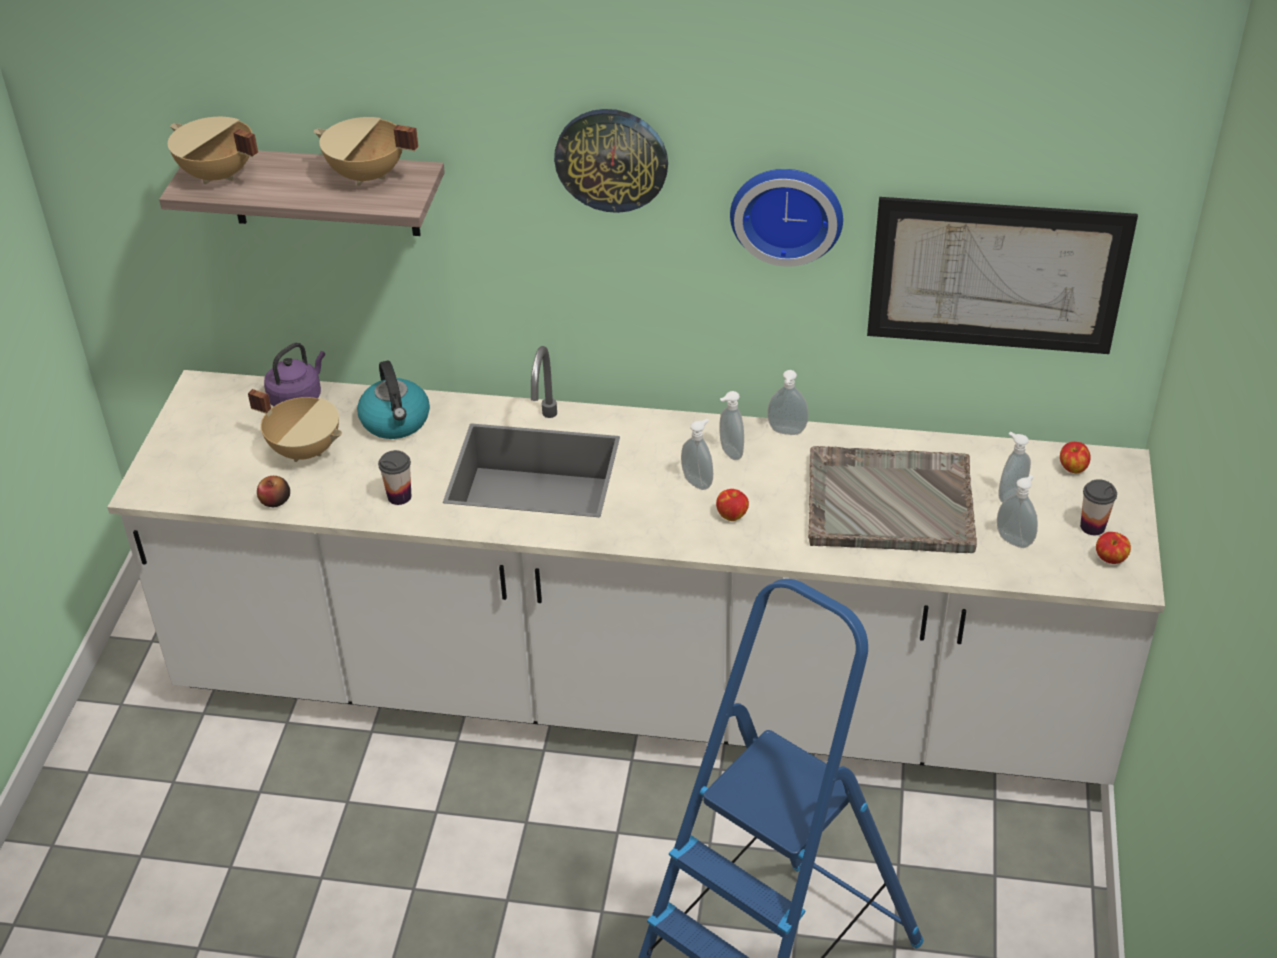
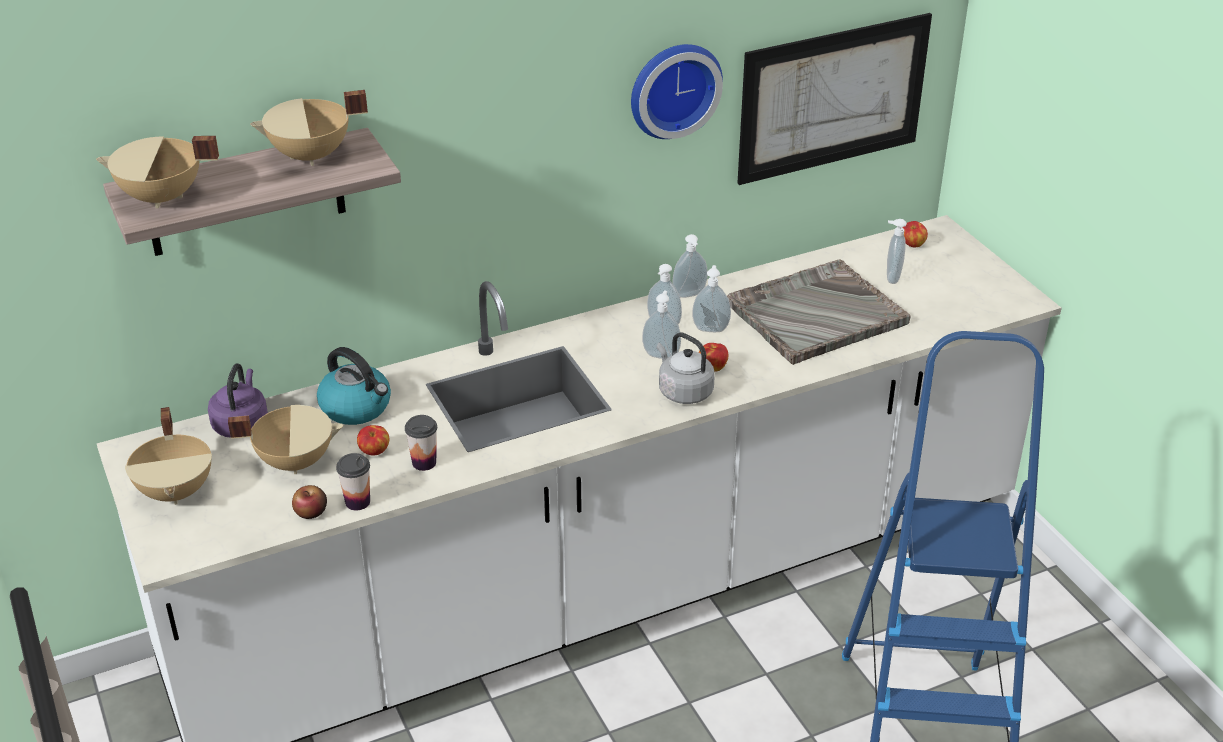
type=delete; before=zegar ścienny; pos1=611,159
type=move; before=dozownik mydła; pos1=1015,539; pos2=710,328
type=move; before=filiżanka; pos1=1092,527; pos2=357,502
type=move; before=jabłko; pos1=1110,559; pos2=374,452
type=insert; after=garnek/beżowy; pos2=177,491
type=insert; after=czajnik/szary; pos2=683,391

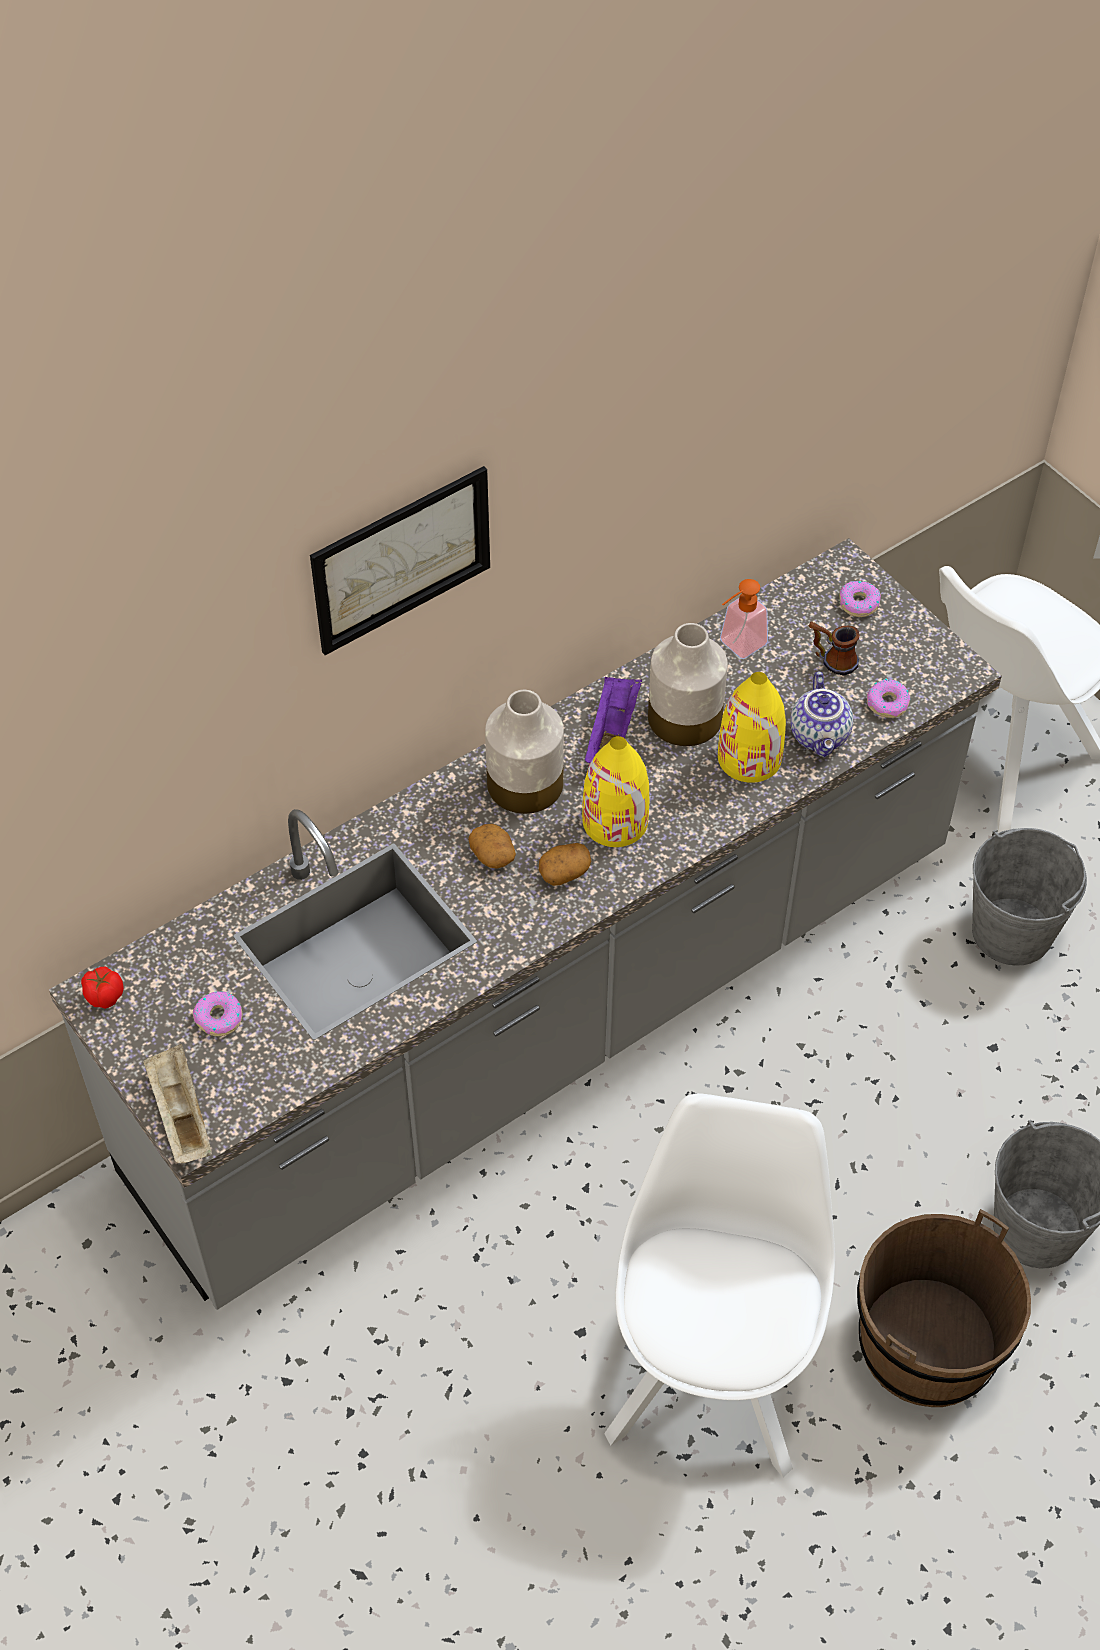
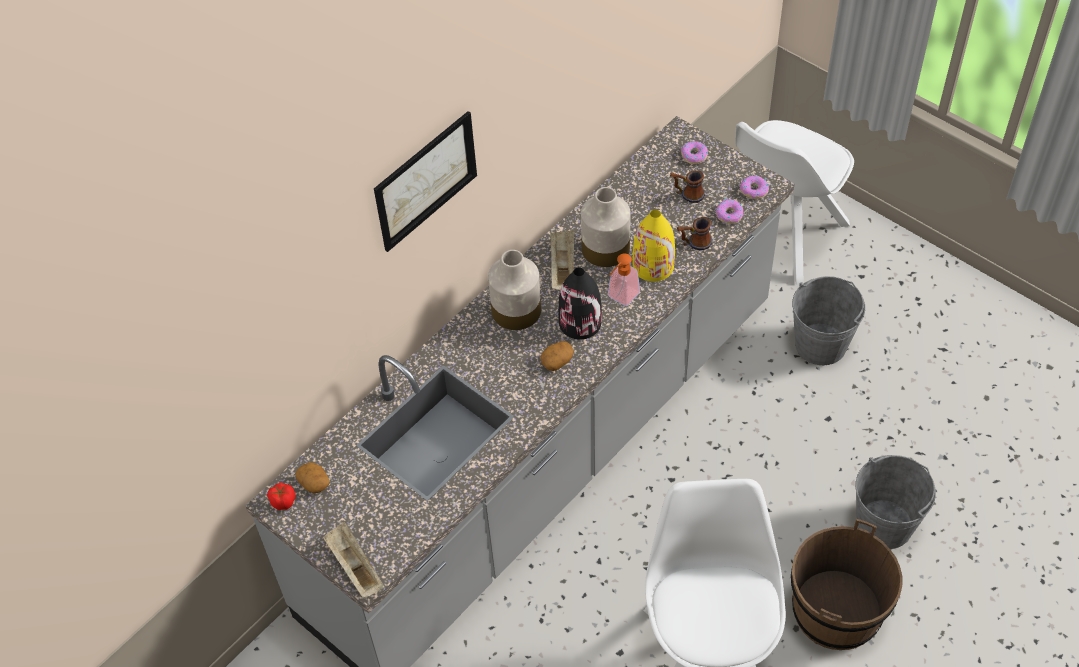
type=move; before=donut; pos1=219,1018; pos2=754,190
type=move; before=ziemniak; pos1=493,855; pos2=314,483
type=recolor; before=wazon/żółty; after=wazon/czarny; pos1=615,821; pos2=580,323
type=recolor; before=taca/fioletowy; after=taca/beżowy; pos1=611,733; pos2=562,267
type=move; before=dozownik mydła; pos1=737,646; pos2=620,298
type=replace; before=imbryk; after=kubek; pos1=821,736; pos2=693,243

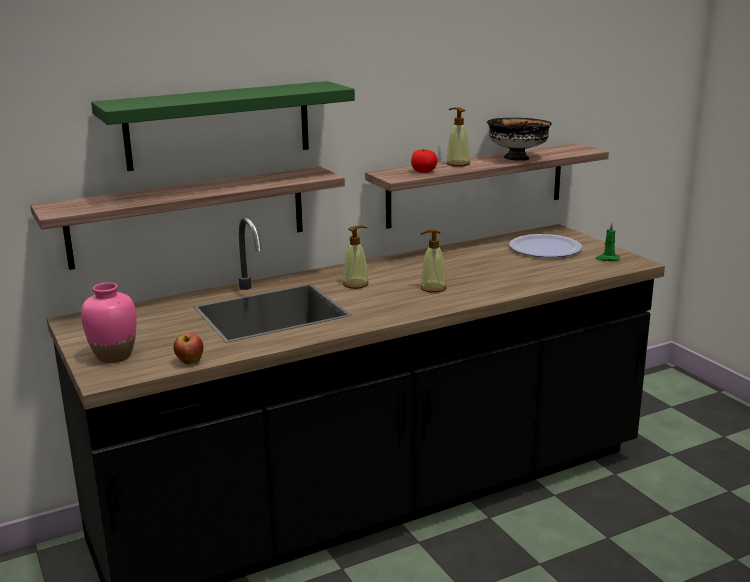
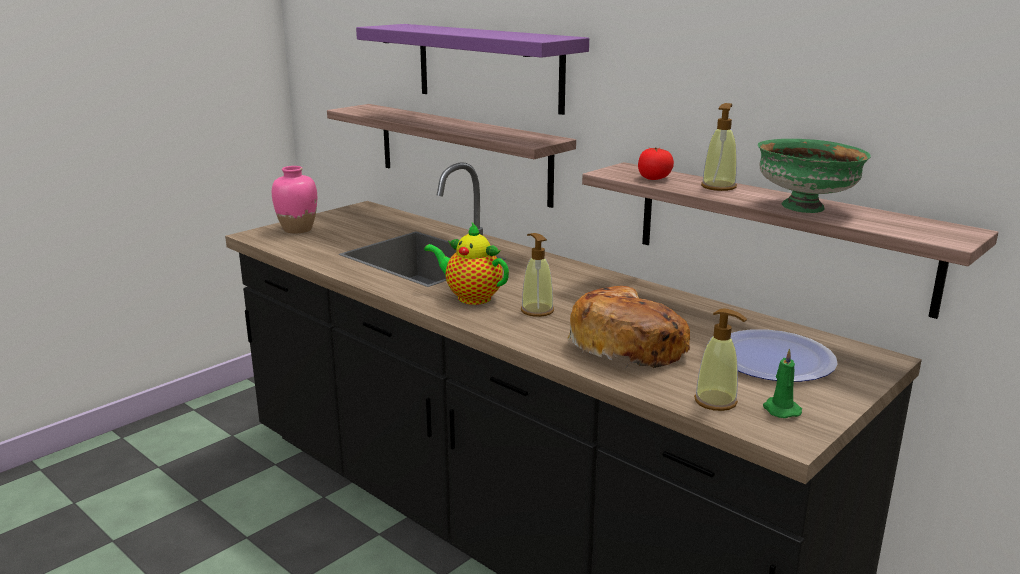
type=recolor; before=półka/zielony; after=półka/fioletowy; pos1=219,125; pos2=488,67
type=delete; before=jabłko; pos1=190,362
type=move; before=dozownik mydła; pos1=356,284; pos2=716,401
type=recolor; before=miska/czarny; after=miska/zielony; pos1=516,158; pos2=805,207
type=insert; after=imbryk; pos2=470,297
type=insert; after=chleb; pos2=628,346

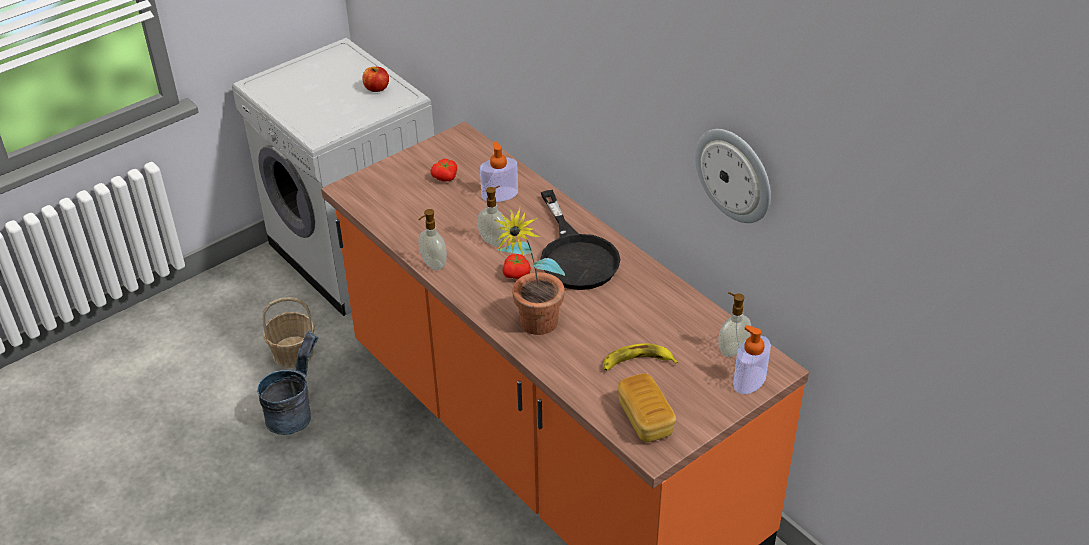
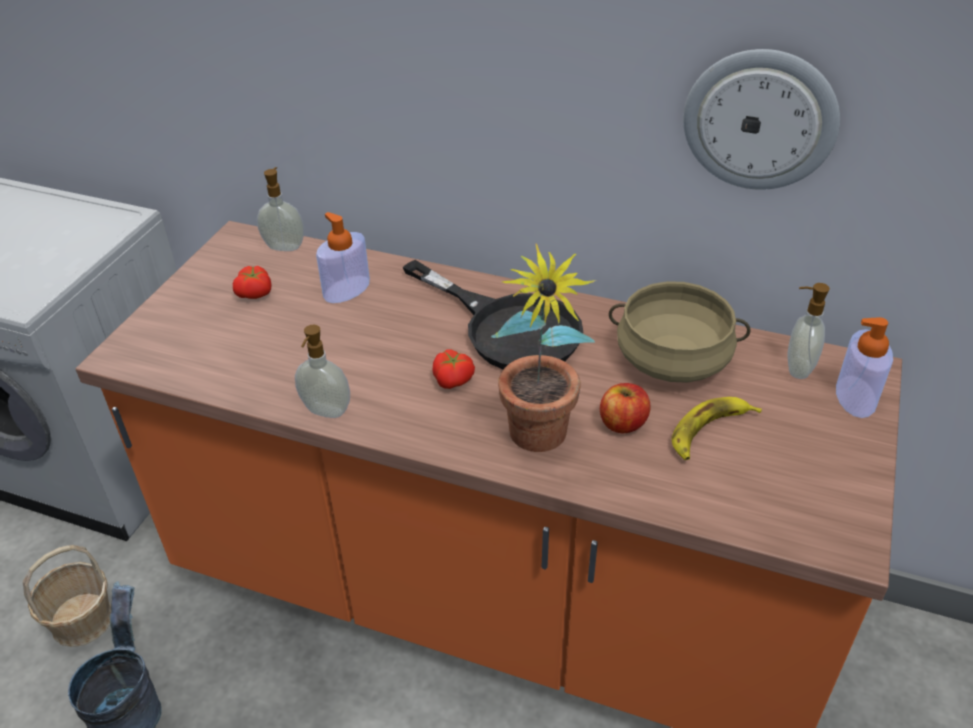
type=move; before=jabłko; pos1=376,88; pos2=622,423
type=move; before=dozownik mydła; pos1=494,241; pos2=285,246
type=delete; before=chleb; pos1=645,419
type=insert; after=garnek/beżowy; pos2=673,359

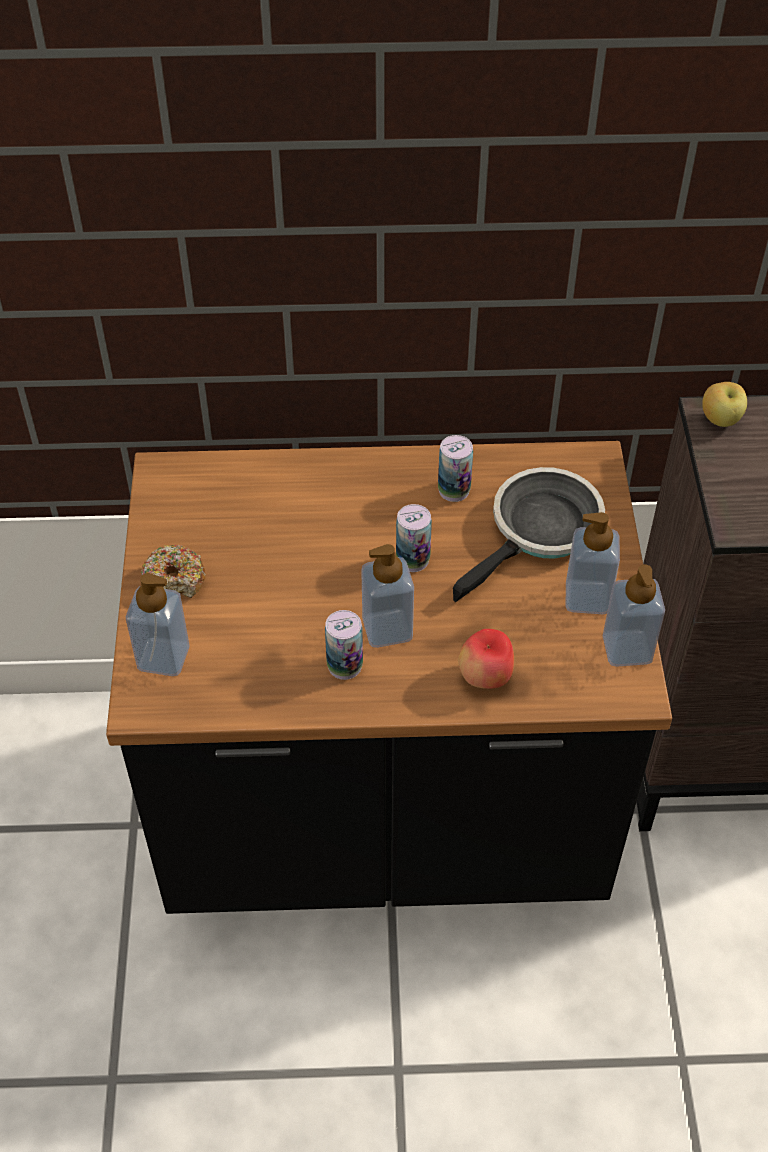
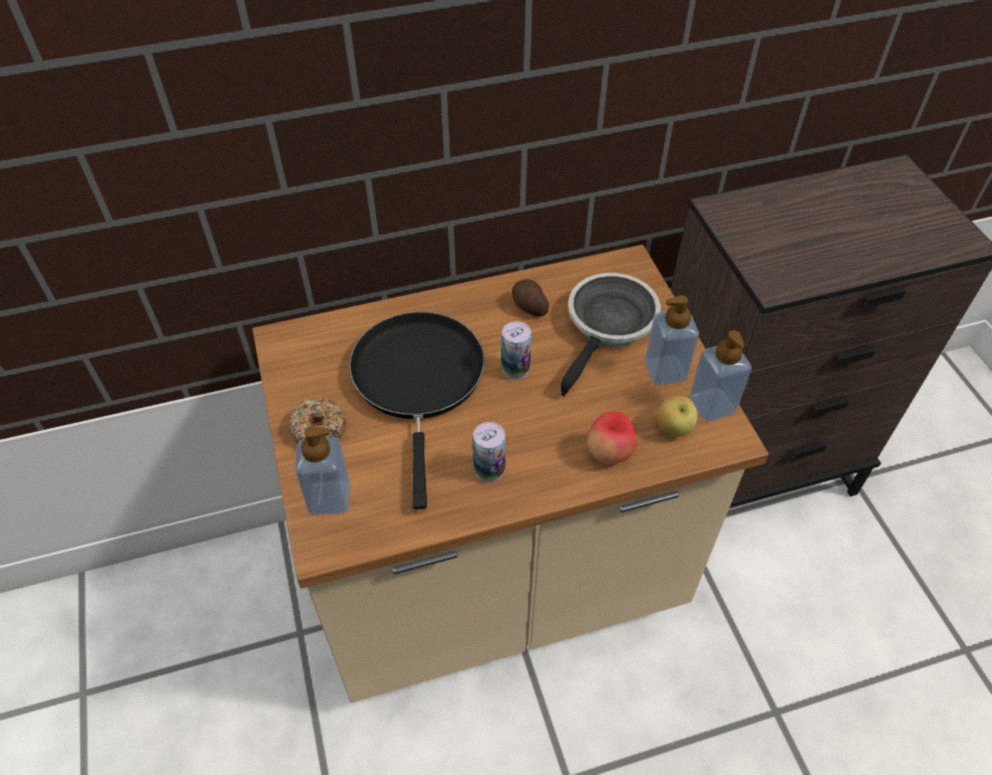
type=recolor; before=zabudowa kuchenna/czarny; after=zabudowa kuchenna/beżowy; pos1=384,813; pos2=496,575
type=delete; before=dozownik mydła; pos1=387,629
type=replace; before=puszka; after=ziemniak; pos1=454,490; pos2=529,307
type=move; before=jabłko; pos1=720,420; pos2=673,428
type=insert; after=patelnia/czarny; pos2=418,380

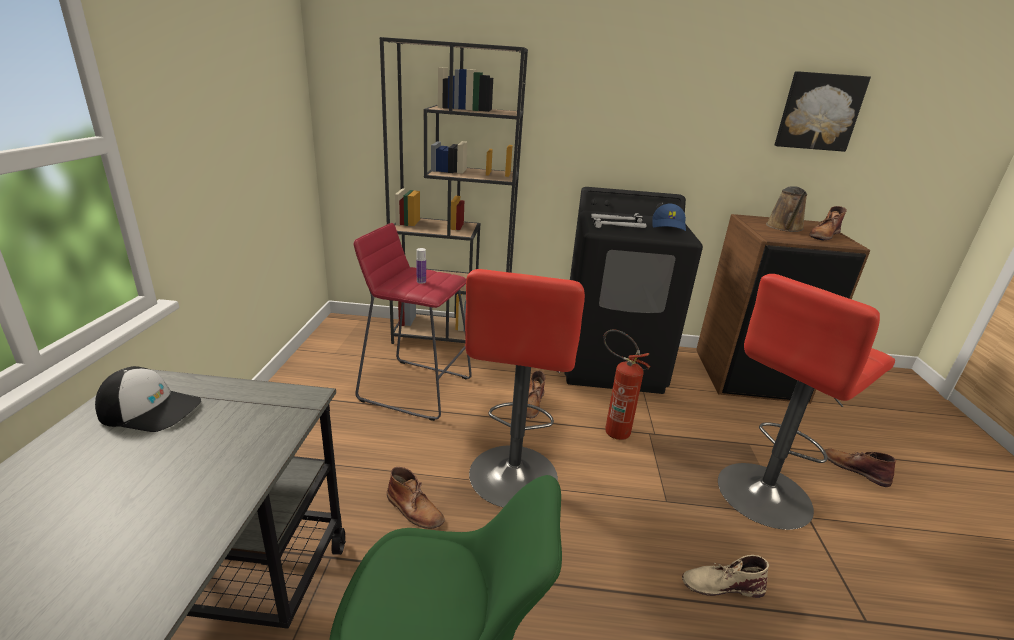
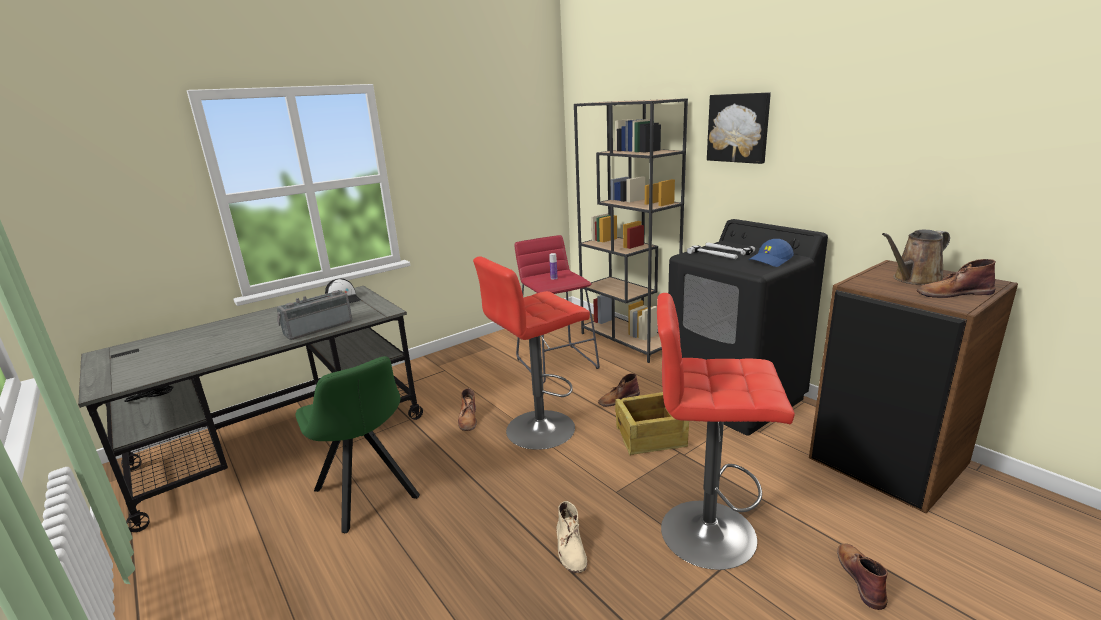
type=replace; before=gaśnica; after=skrzynka; pos1=611,430; pos2=651,437
type=rotate; before=but z cholewką/beżowy; pos1=721,585; pos2=570,548; turn=-150
type=move; before=obraz; pos1=819,112; pos2=738,128
type=insert; after=radio; pos2=318,328

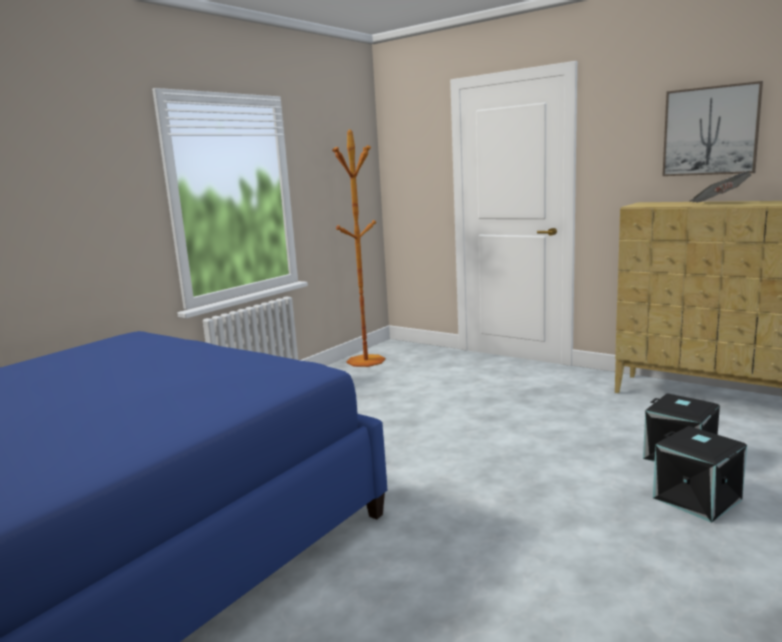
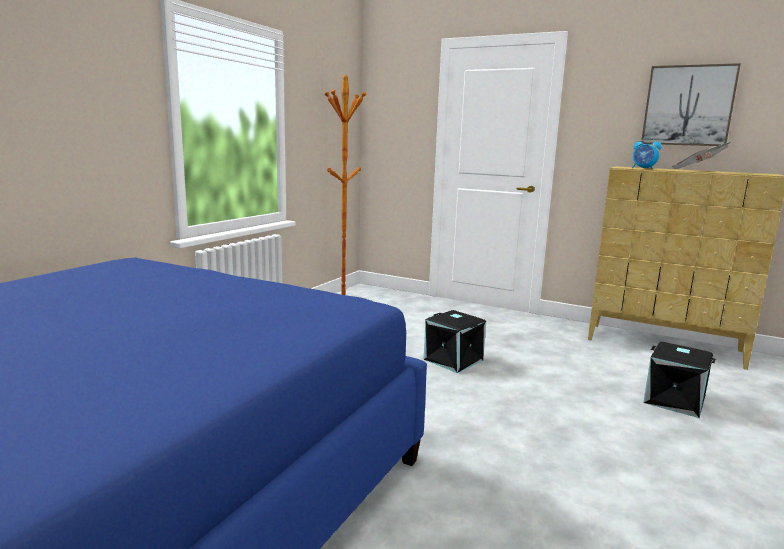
type=move; before=pojemnik do przechowywania/czarny; pos1=698,498; pos2=454,360
type=insert; after=budzik; pos2=643,168

